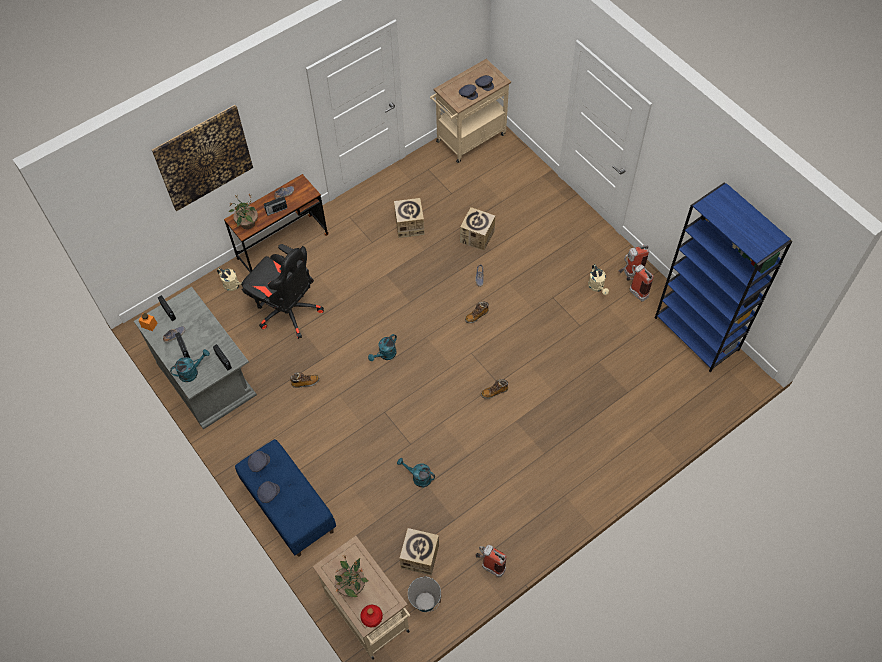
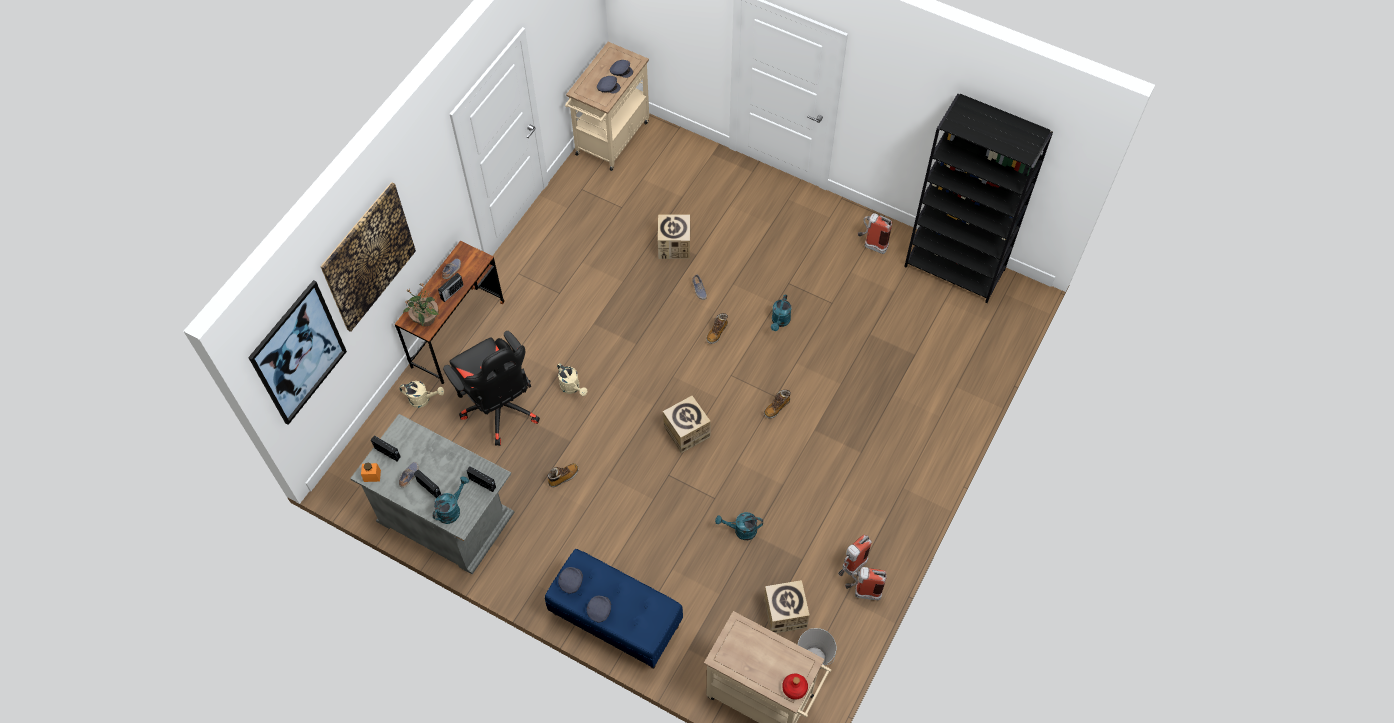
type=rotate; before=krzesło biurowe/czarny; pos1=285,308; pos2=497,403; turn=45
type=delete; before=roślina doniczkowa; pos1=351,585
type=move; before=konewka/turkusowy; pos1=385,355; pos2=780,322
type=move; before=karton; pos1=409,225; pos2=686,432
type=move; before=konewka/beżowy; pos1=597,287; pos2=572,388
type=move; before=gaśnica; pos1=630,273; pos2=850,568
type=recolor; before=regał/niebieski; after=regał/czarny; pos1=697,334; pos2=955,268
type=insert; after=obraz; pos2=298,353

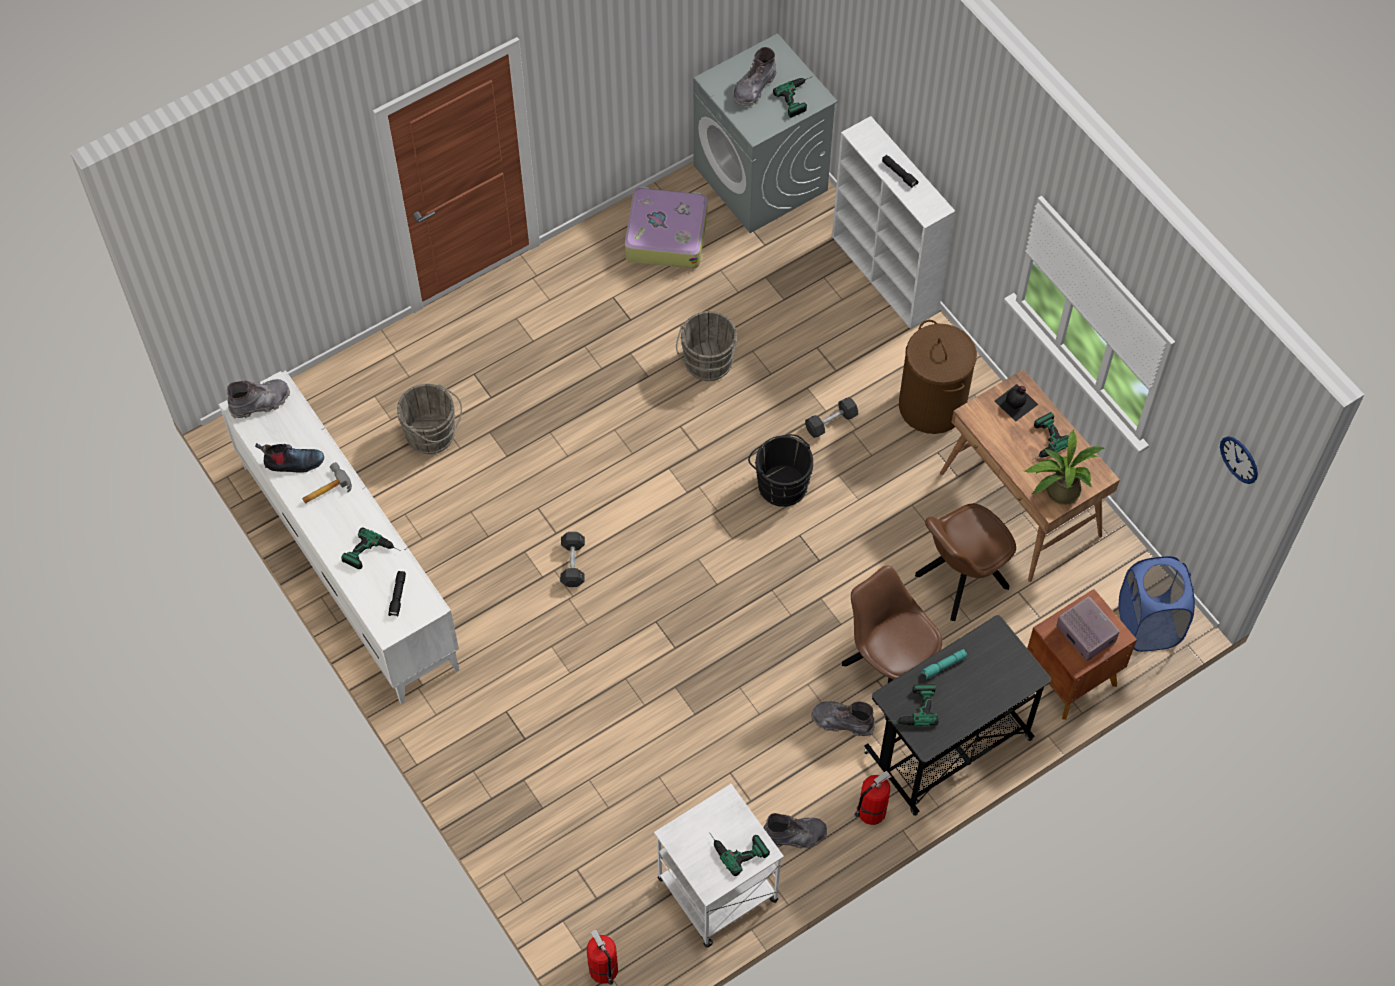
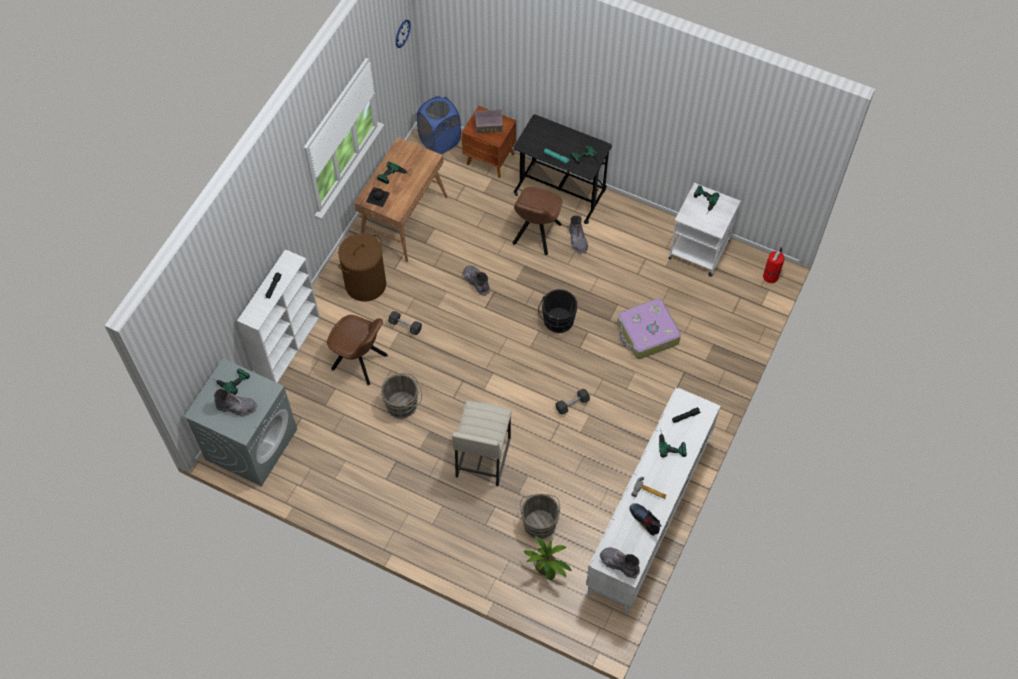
type=move; before=walizka; pos1=666,235; pos2=647,333
type=move; before=wiadro/czarny; pos1=781,483; pos2=557,322
type=move; before=but z cholewką/szary; pos1=794,835; pos2=476,282
type=delete; before=gaśnica; pos1=870,812
type=move; before=krzesło/brązowy; pos1=960,581; pos2=360,362
type=move; before=roślina doniczkowa; pos1=1058,490; pos2=547,569
type=rotate; before=radio; pos1=1085,633; pos2=489,125; turn=-120
type=insert; after=stołek/beżowy; pos2=483,457

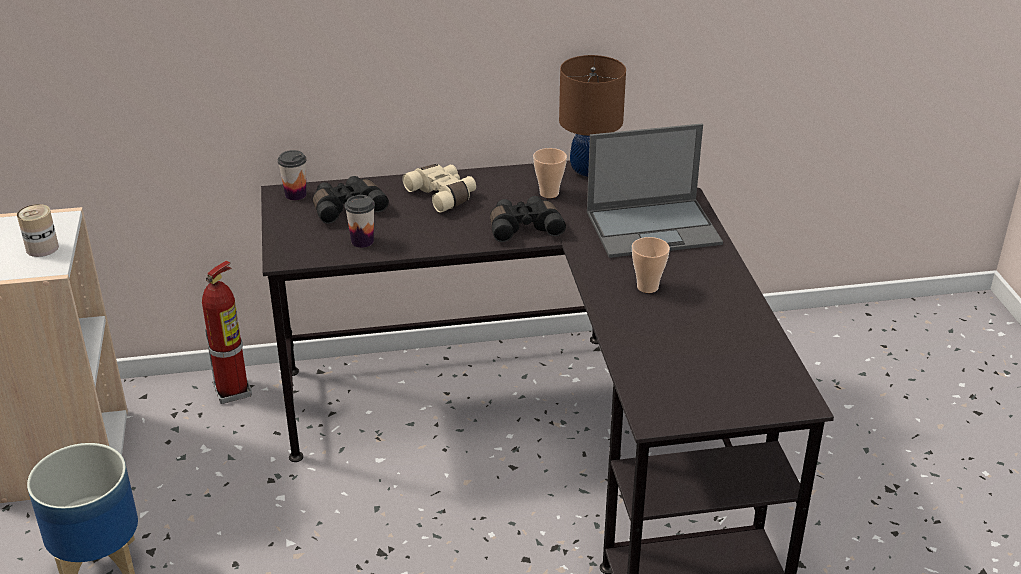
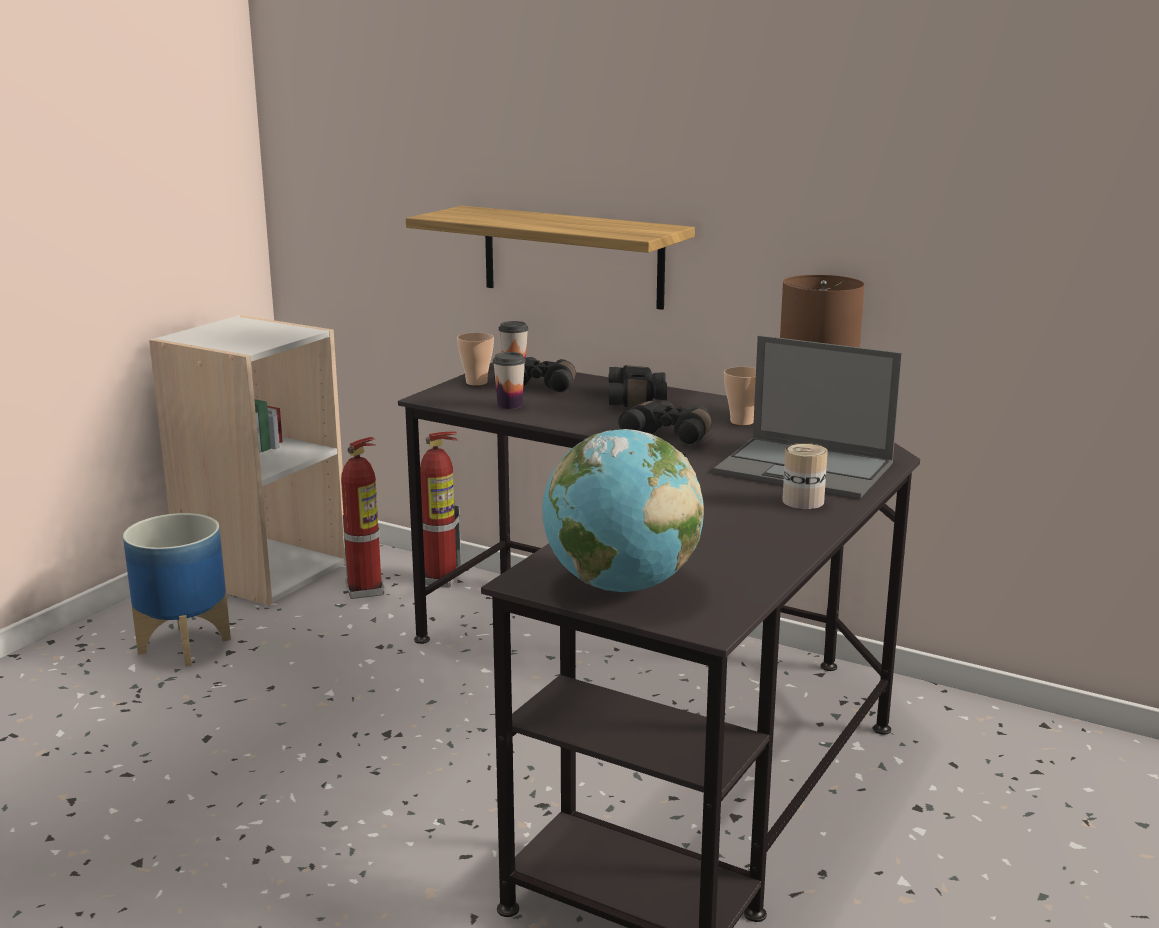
type=move; before=puszka; pos1=42,248; pos2=803,501
type=recolor; before=lornetka/beżowy; after=lornetka/czarny; pos1=443,195; pos2=637,399
type=move; before=filiżanka; pos1=647,287; pos2=476,382
type=insert; after=gaśnica; pos2=366,590
type=insert; after=półka; pos2=572,257
type=insert; after=globus; pos2=621,586

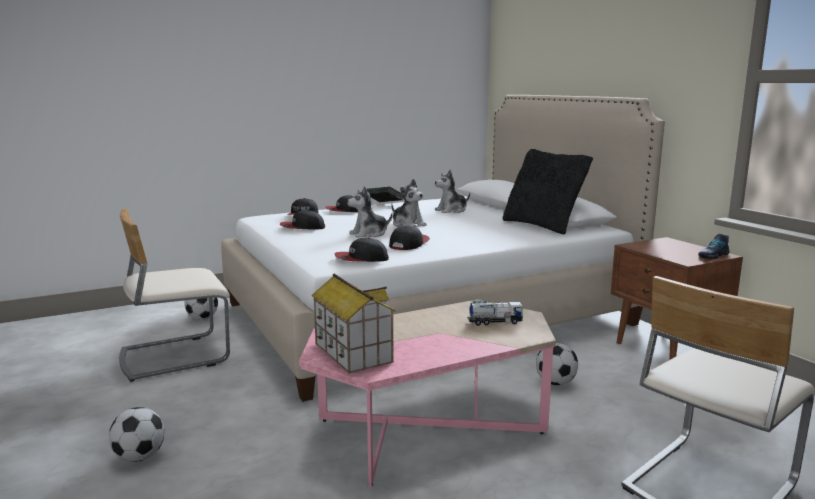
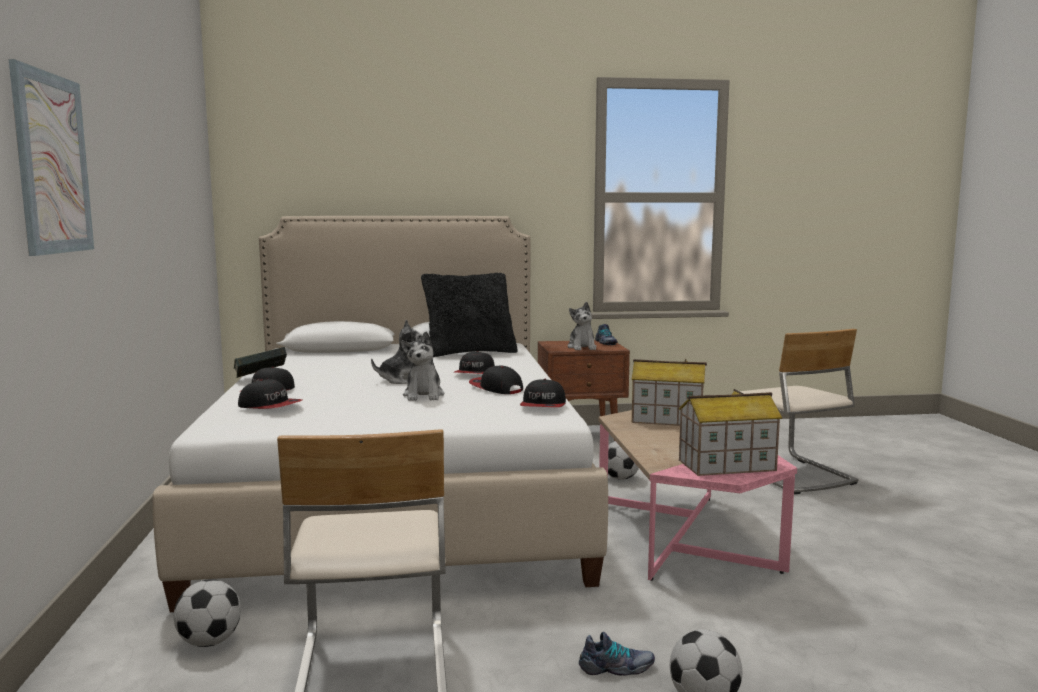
type=move; before=czapka z daszkiem; pos1=302,227; pos2=475,373
type=move; before=pluszak; pos1=451,210; pos2=582,347
type=replace; before=ciężarówka zabawkowa; after=domek; pos1=495,322; pos2=666,419
type=insert; after=obraz; pos2=52,164
type=insert; after=but; pos2=617,668

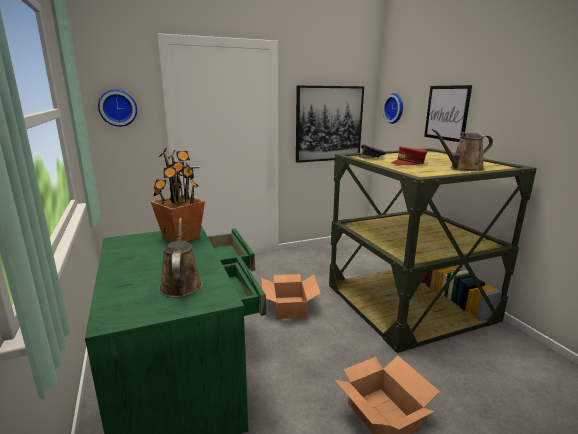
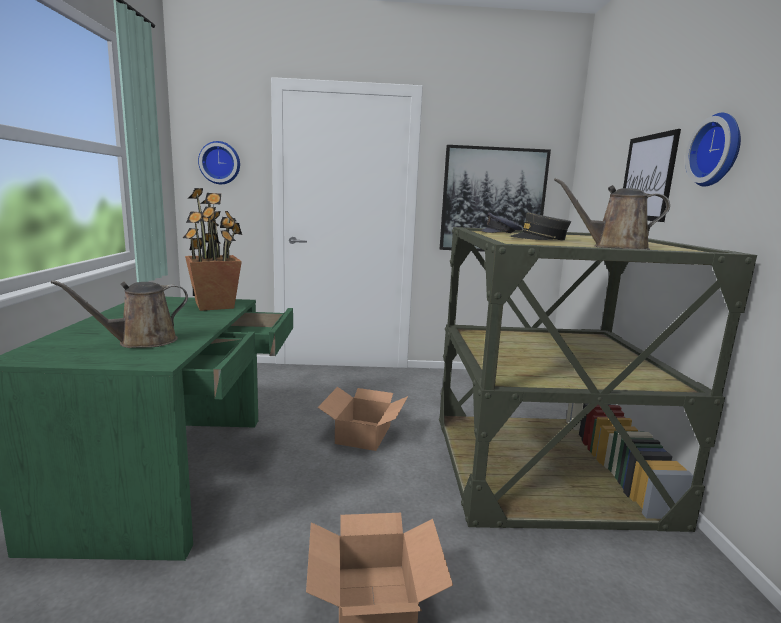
type=rotate; before=konewka/brązowy; pos1=181,284; pos2=141,342; turn=-135
type=move; before=zegar ścienny; pos1=395,108; pos2=718,150
type=recolor; before=czapka z daszkiem/czerwony; after=czapka z daszkiem/szary; pos1=408,163; pos2=539,239

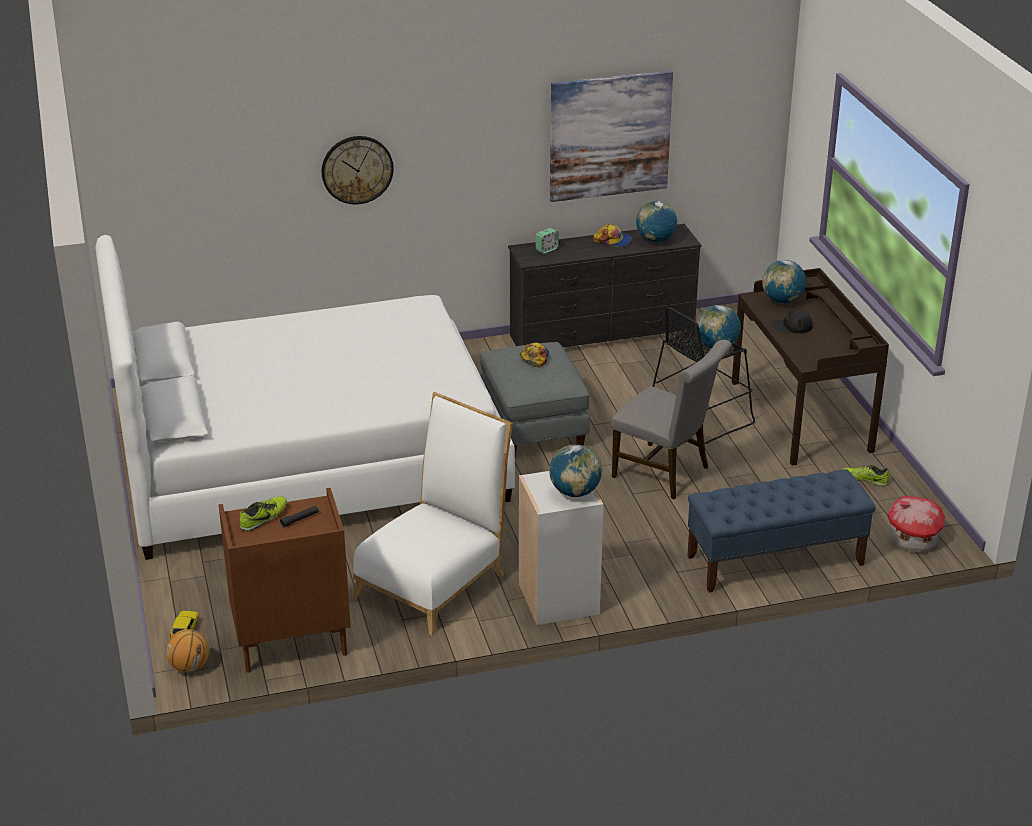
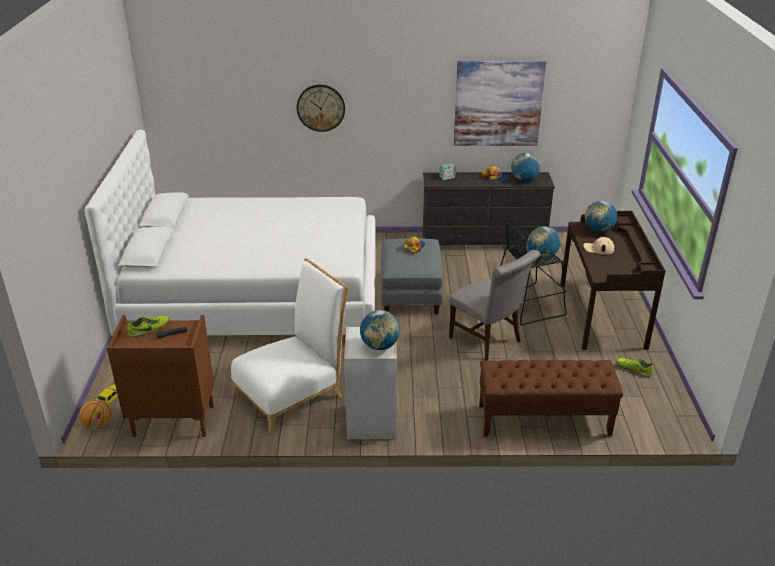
type=recolor; before=ławka/niebieski; after=ławka/brązowy; pos1=774,560; pos2=543,420
type=recolor; before=czapka z daszkiem/czarny; after=czapka z daszkiem/beżowy; pos1=791,326; pos2=598,248
type=delete; before=domek; pos1=912,541

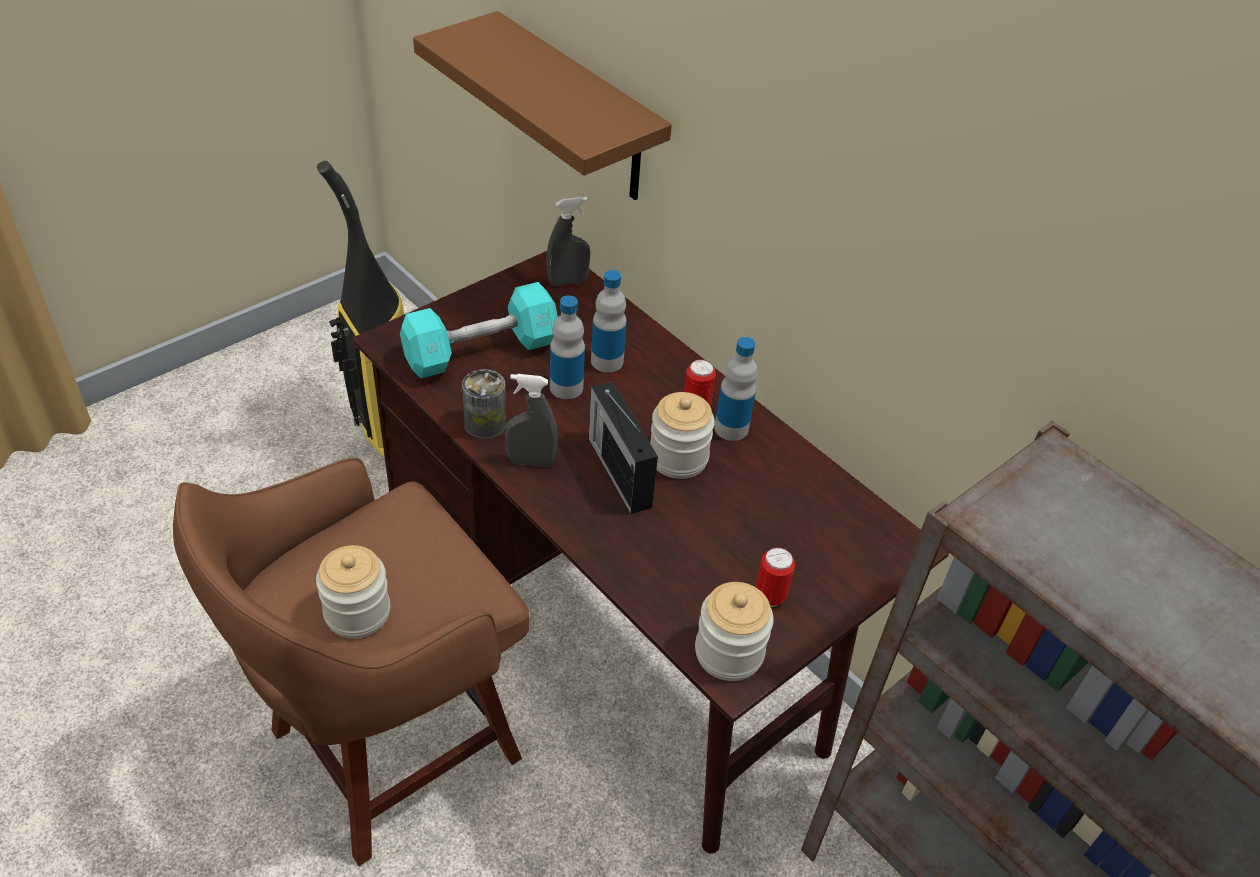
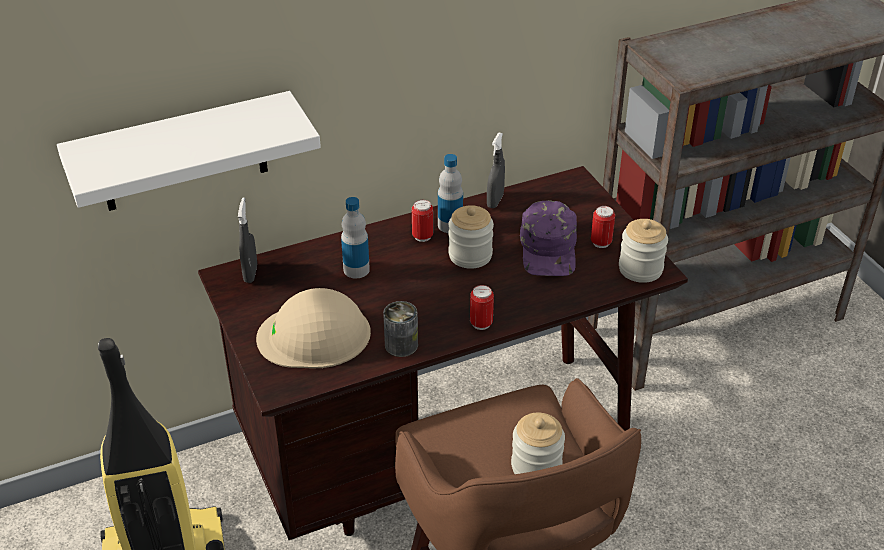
type=replace; before=hantel/turkusowy; after=kask/beżowy; pos1=481,351; pos2=315,335
type=recolor; before=półka/brązowy; after=półka/biały; pos1=578,111; pos2=183,153
type=move; before=spryskiwacz/szary; pos1=531,461; pos2=495,201
type=delete; before=butelka; pos1=566,387
type=delete; before=radio; pos1=619,470
type=insert; after=puszka; pos2=481,323
type=insert; after=czapka z daszkiem/fioletowy; pos2=549,248

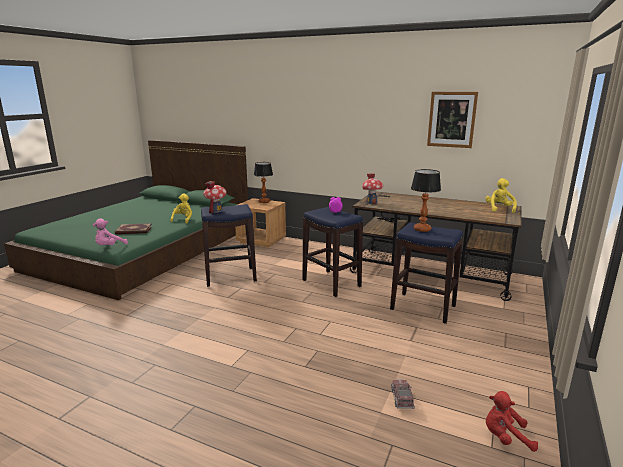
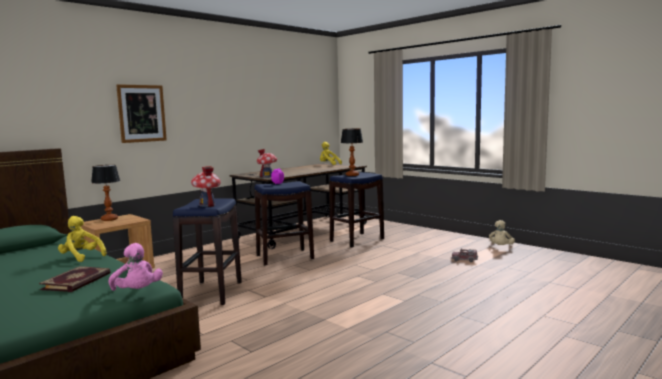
type=move; before=obraz; pos1=451,119; pos2=142,113
type=recolor; before=pluszak/czerwony; after=pluszak/beżowy; pos1=505,437; pos2=501,247

